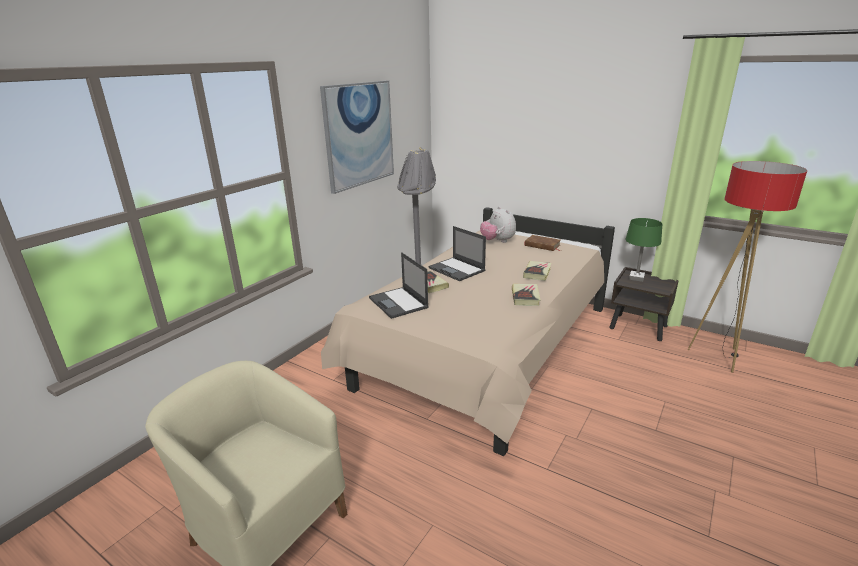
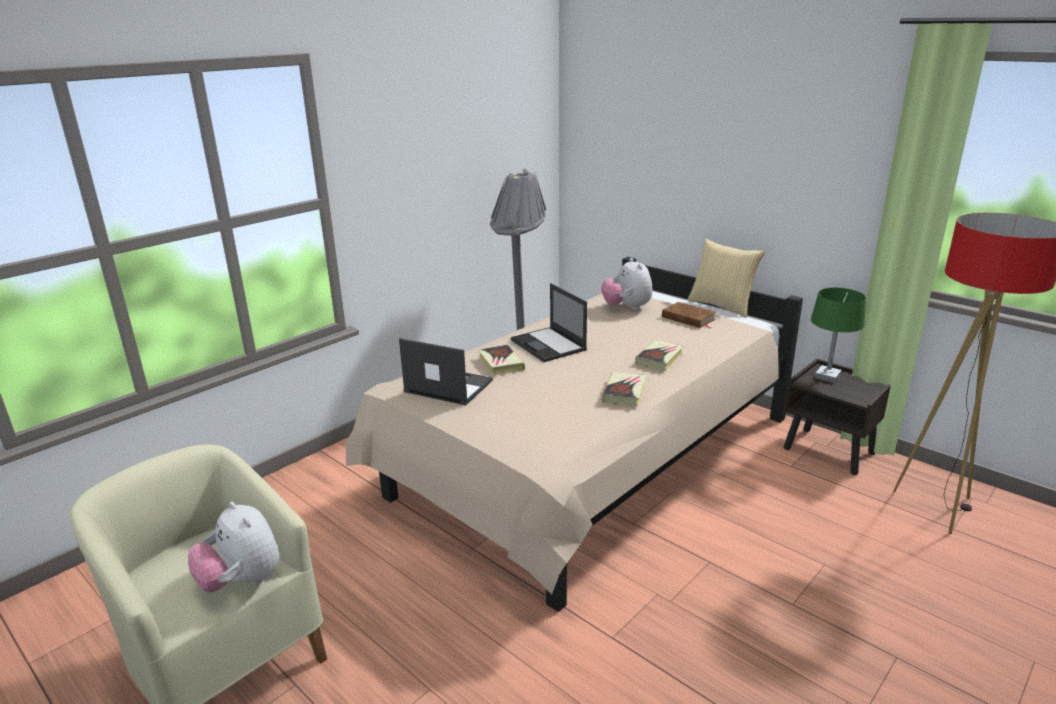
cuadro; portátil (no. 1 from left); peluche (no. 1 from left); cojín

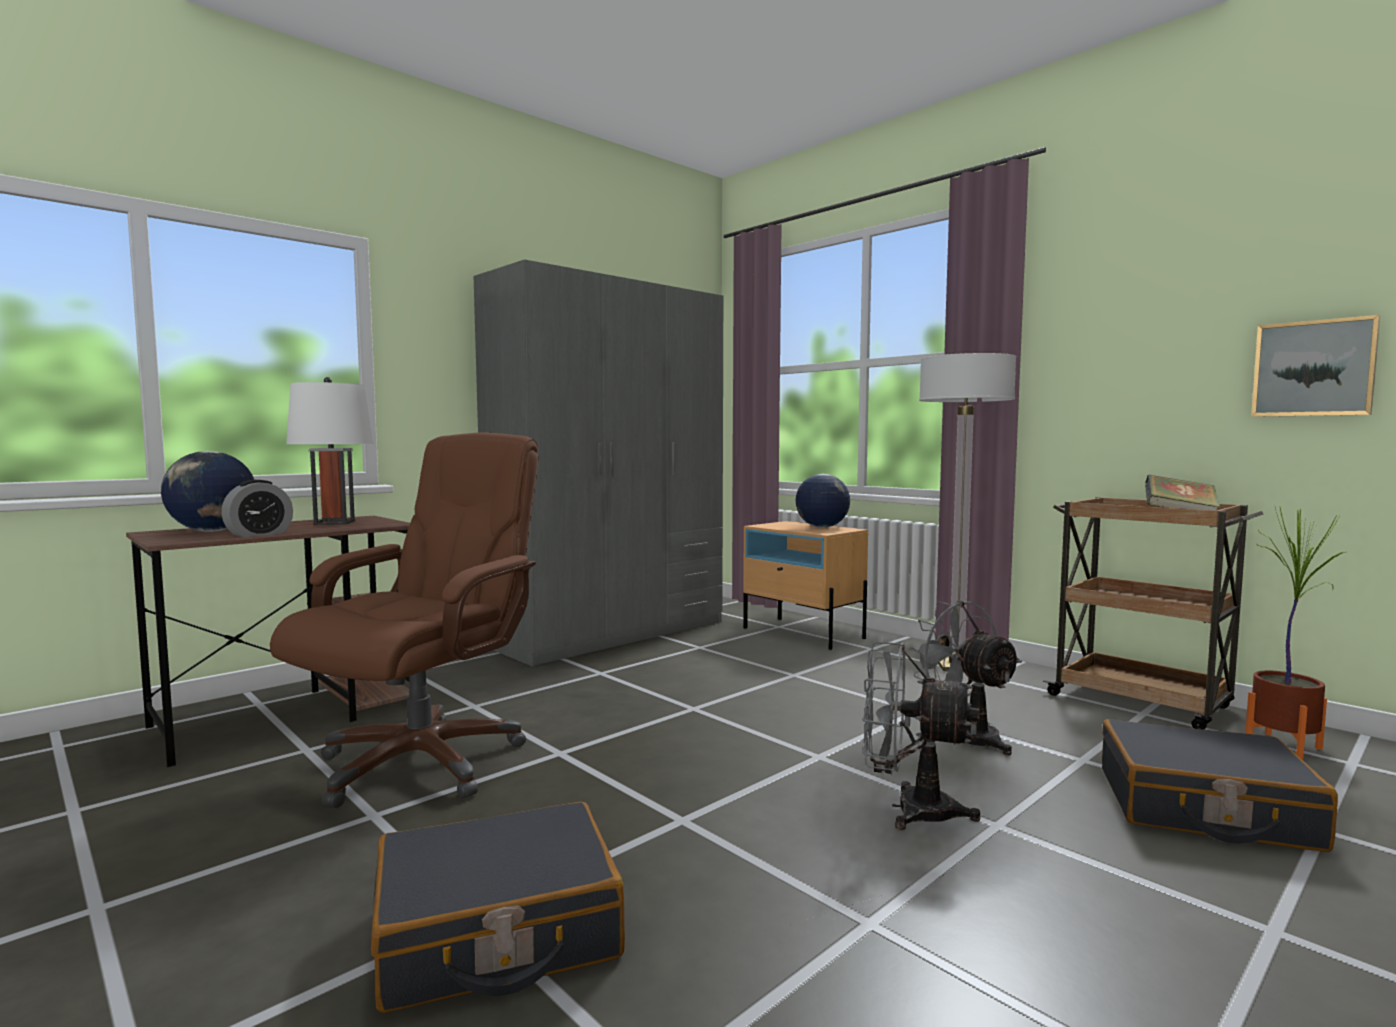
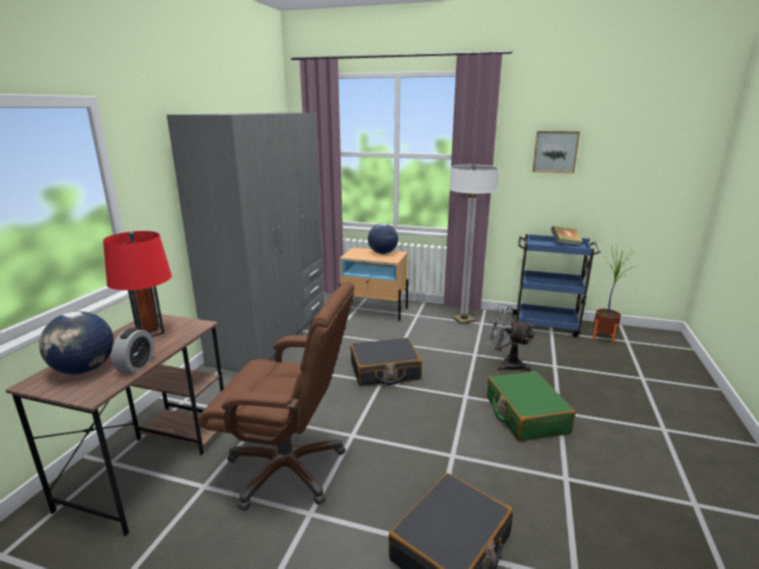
silla de oficina/marrón; lámpara de mesa/rojo; maleta/verde; carrito/azul; maleta/negro (no. 1 from left); cuadro

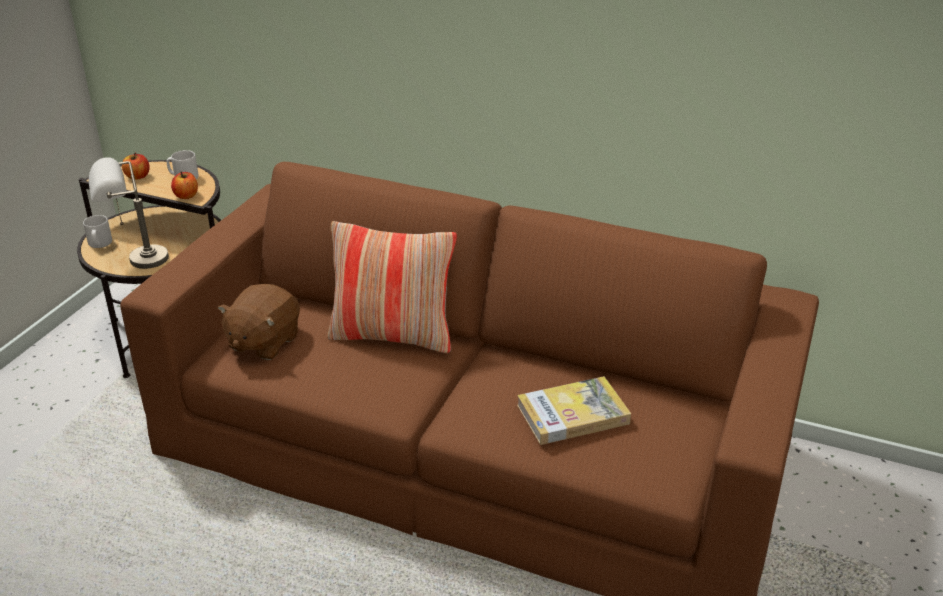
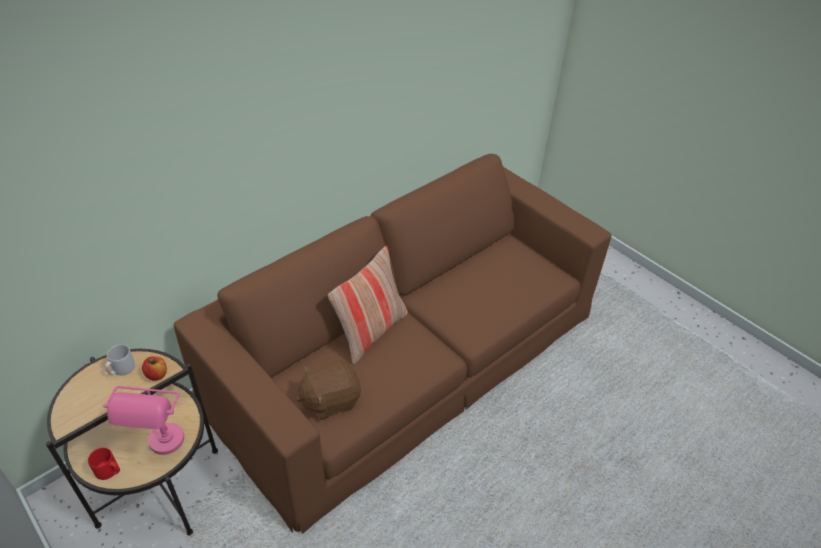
taza grande/rojo; lámpara de mesa/rosa; manzana (no. 1 from left in the first image); peluche/marrón; libro

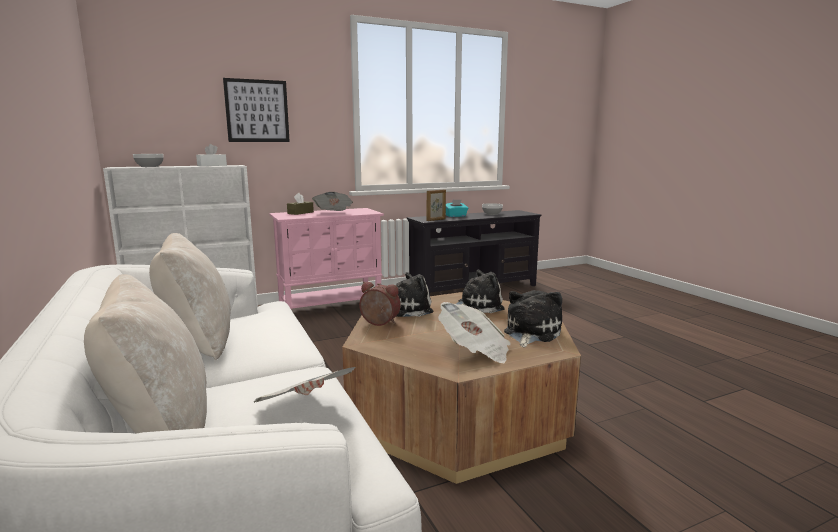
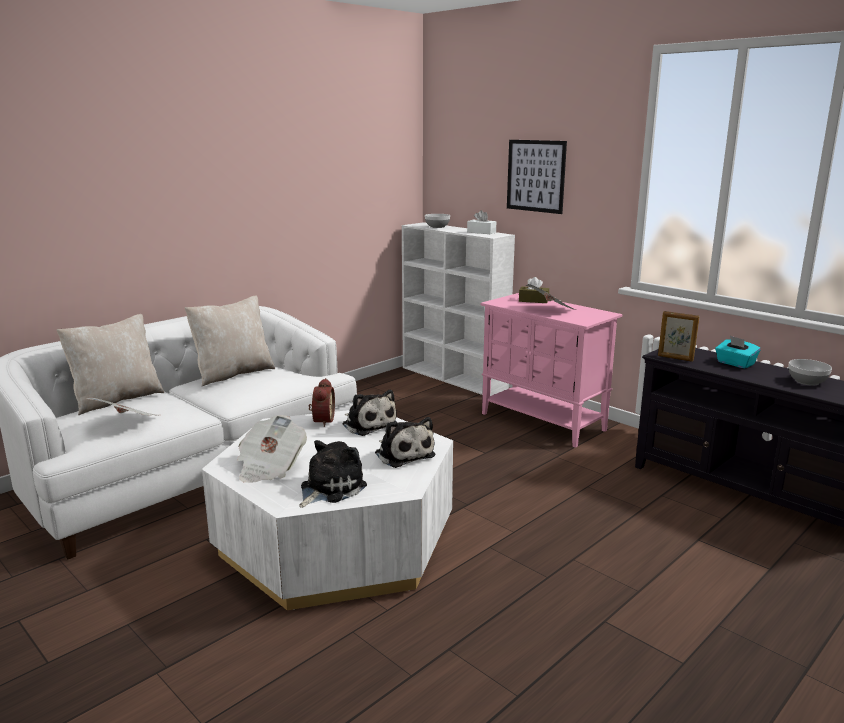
mesa de centro/blanco; peluche (no. 1 from left)

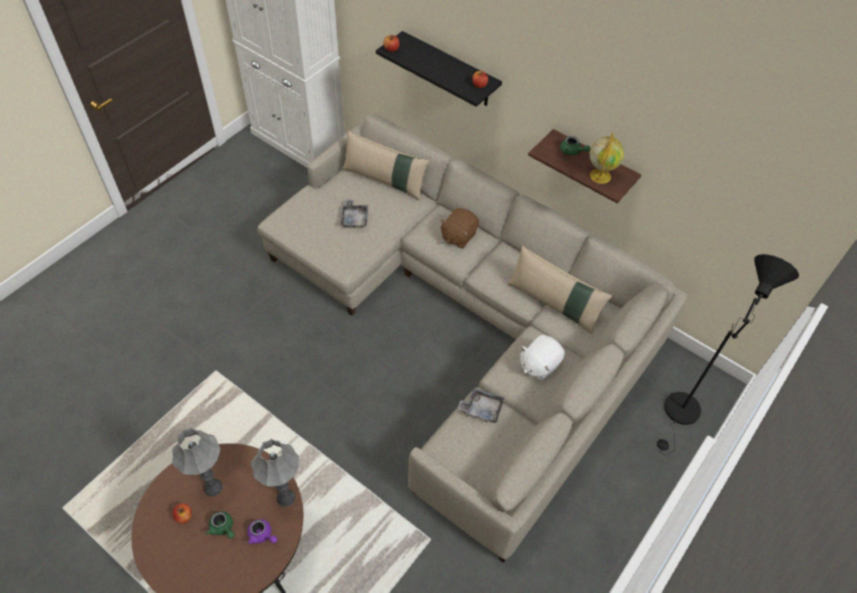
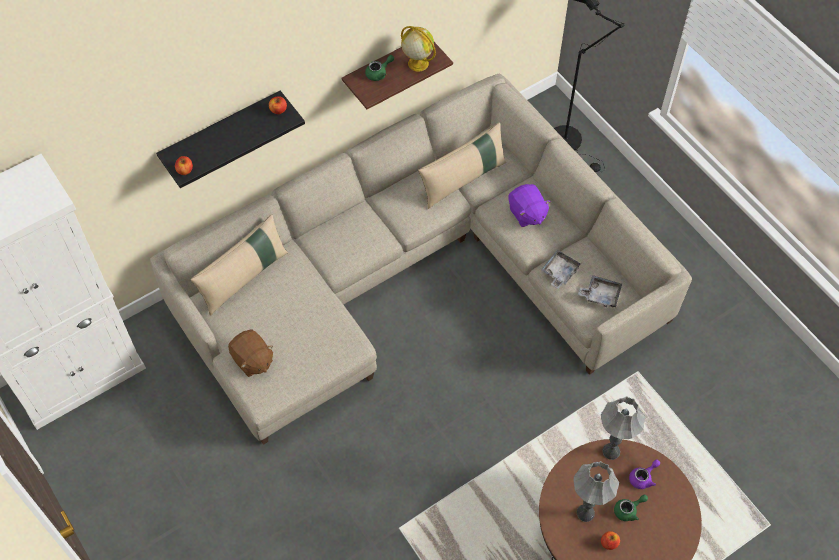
bandeja/gris (no. 2 from left); peluche/marrón; peluche/morado

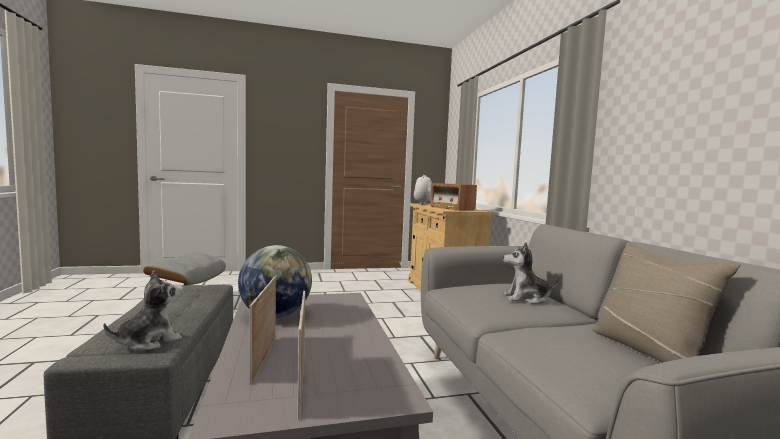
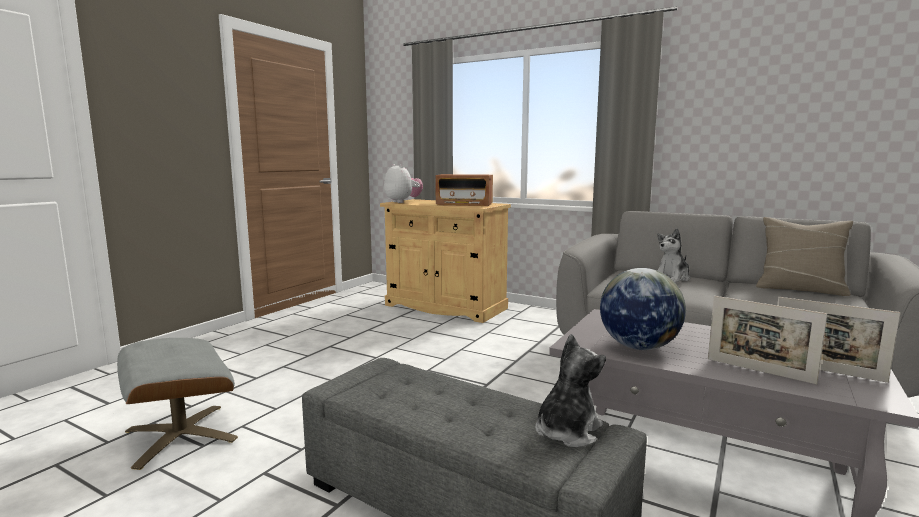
peluche (no. 2 from left)

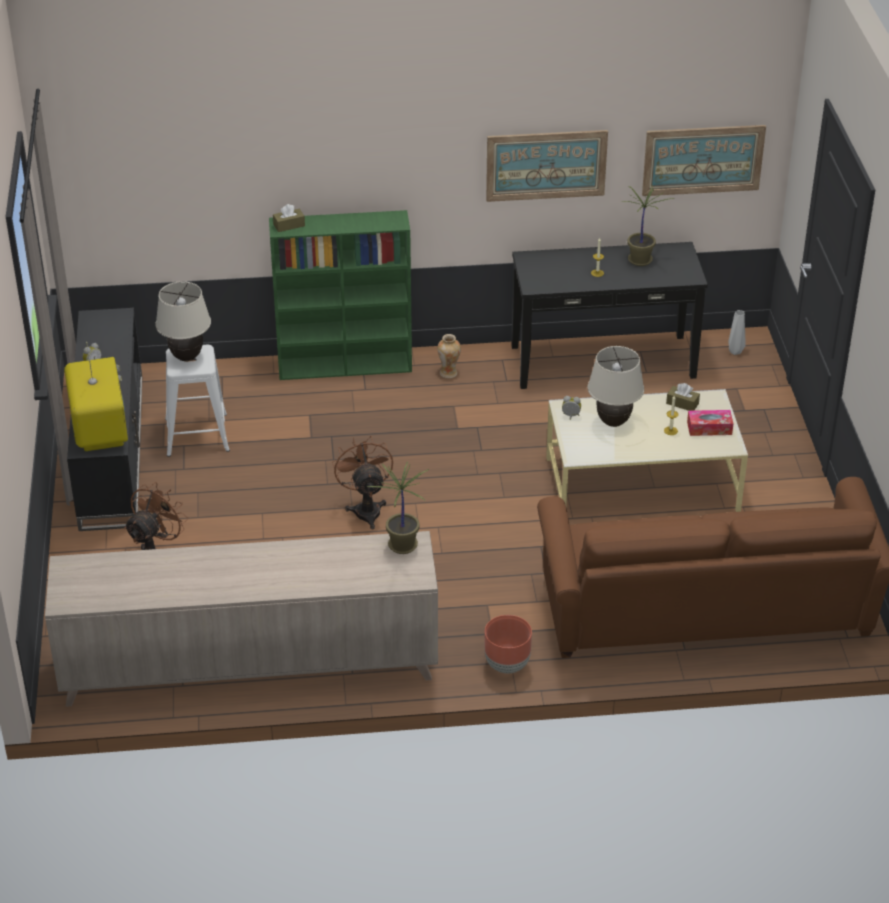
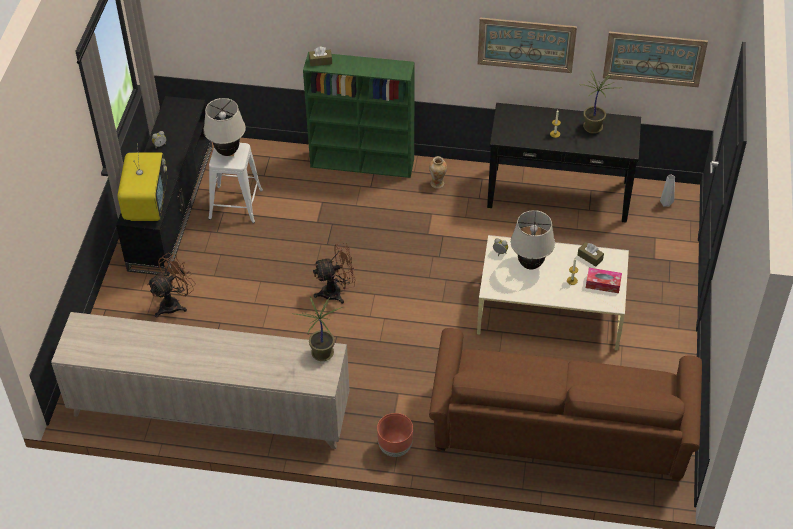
ventilador/marrón (no. 2 from left)

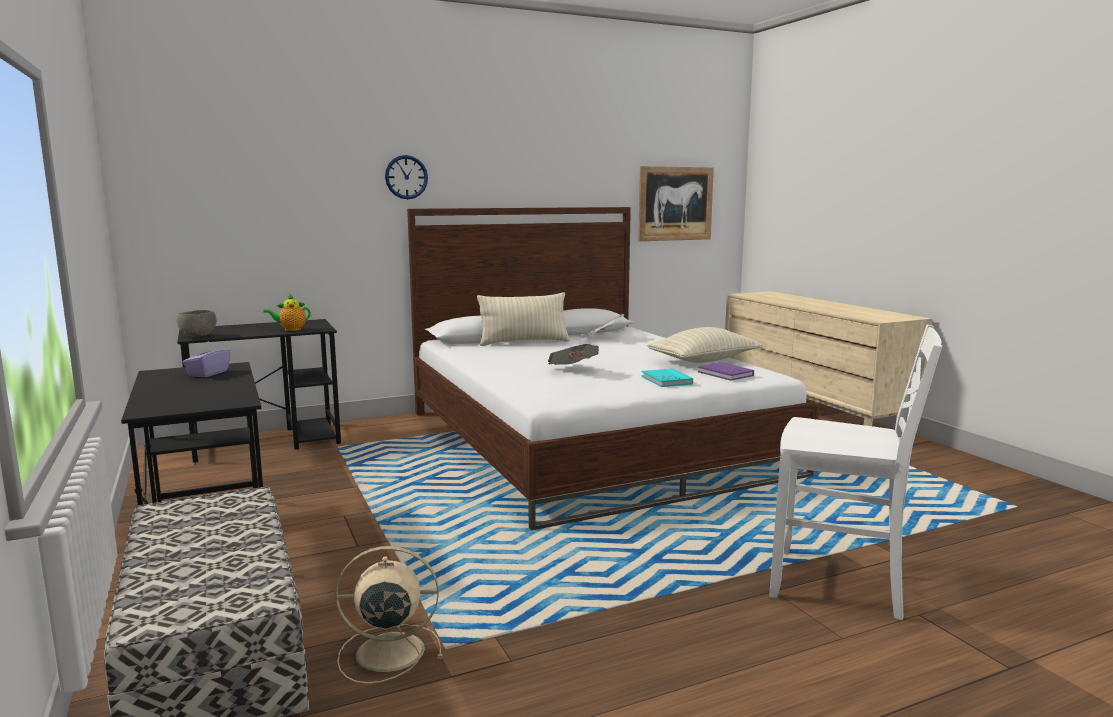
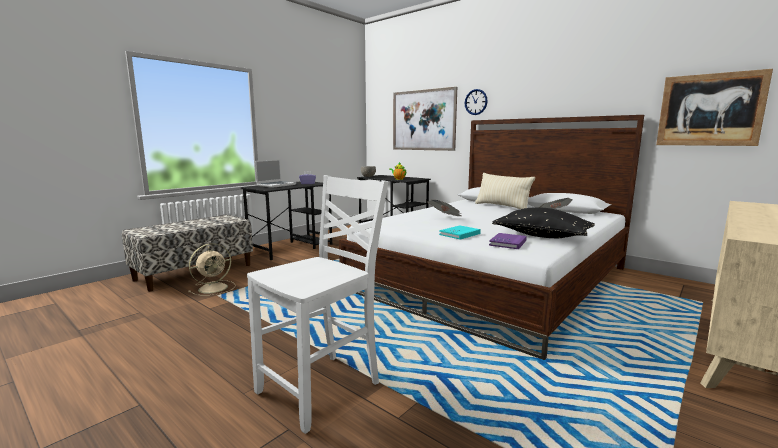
ventilador/beis; cojín/negro; silla/blanco; portátil; cuadro (no. 1 from left)

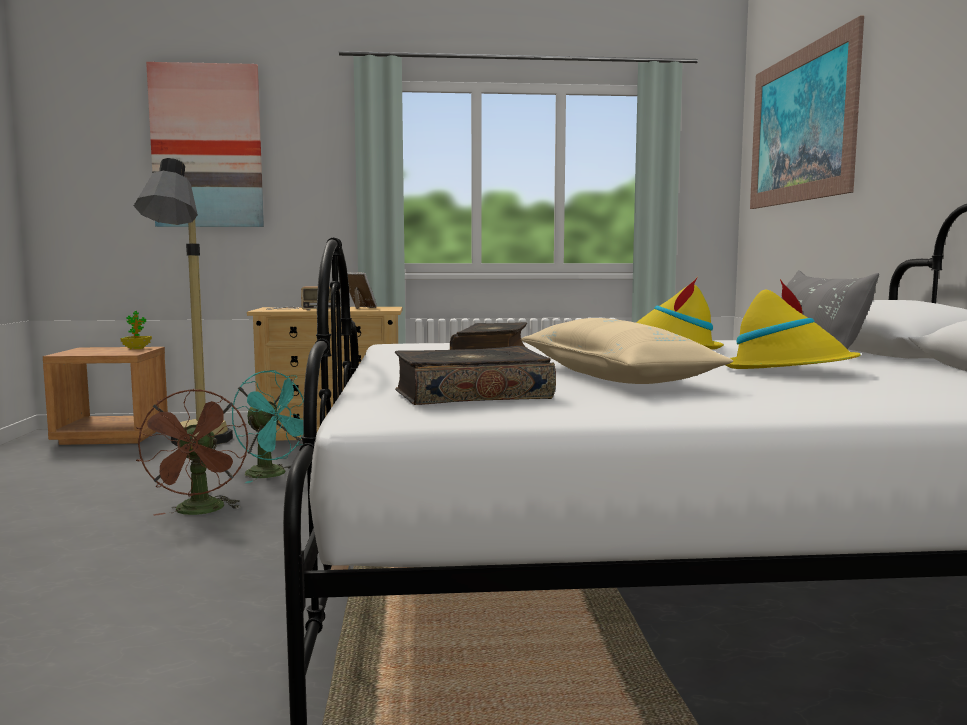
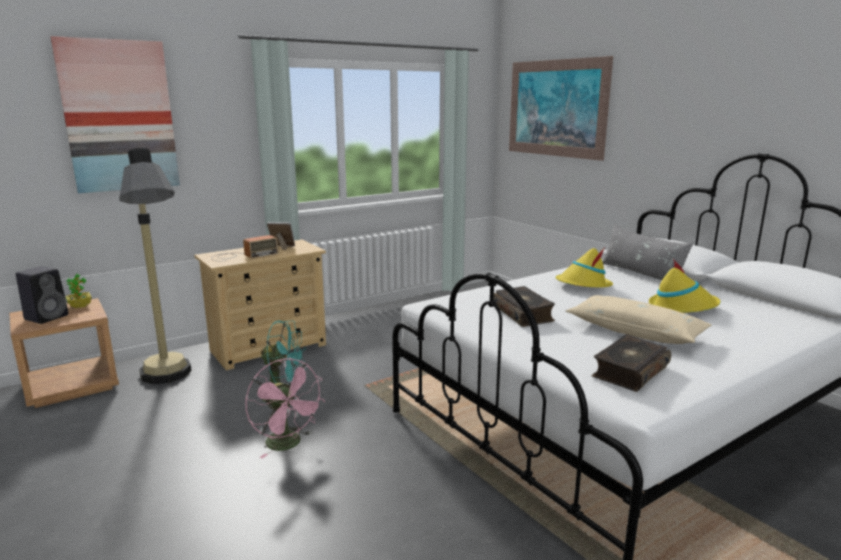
ventilador/rosa; altavoz/negro

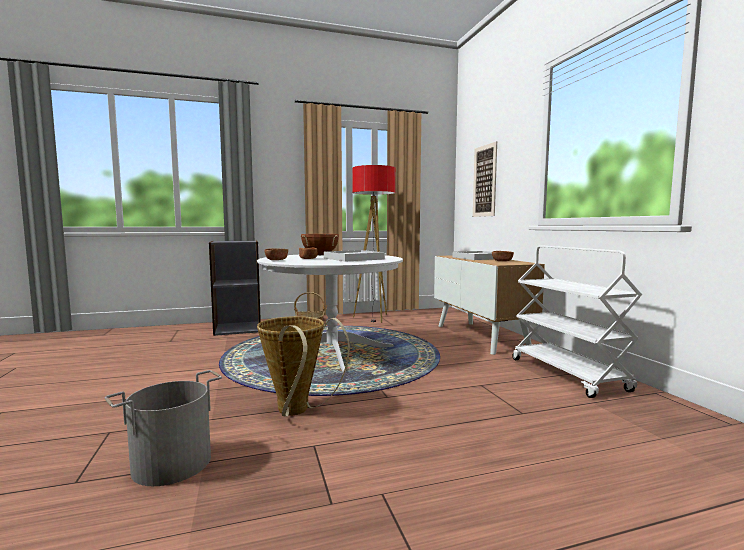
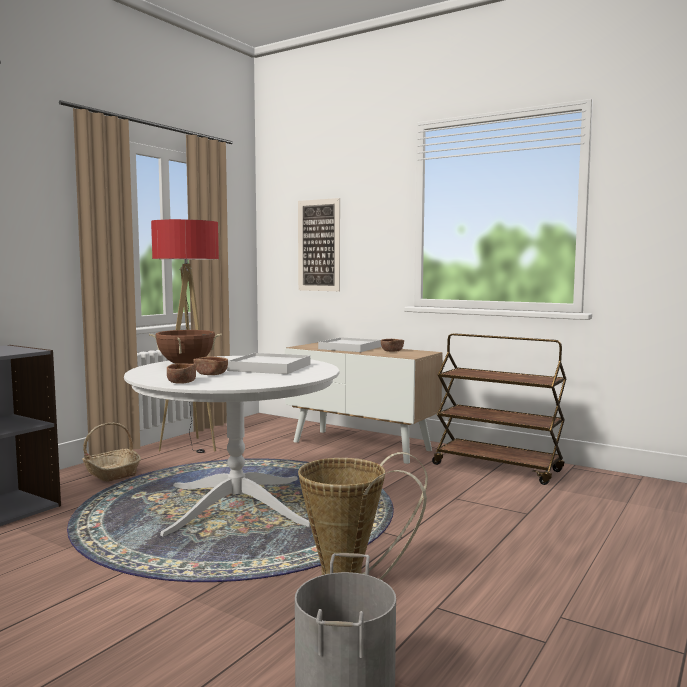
carrito/marrón

